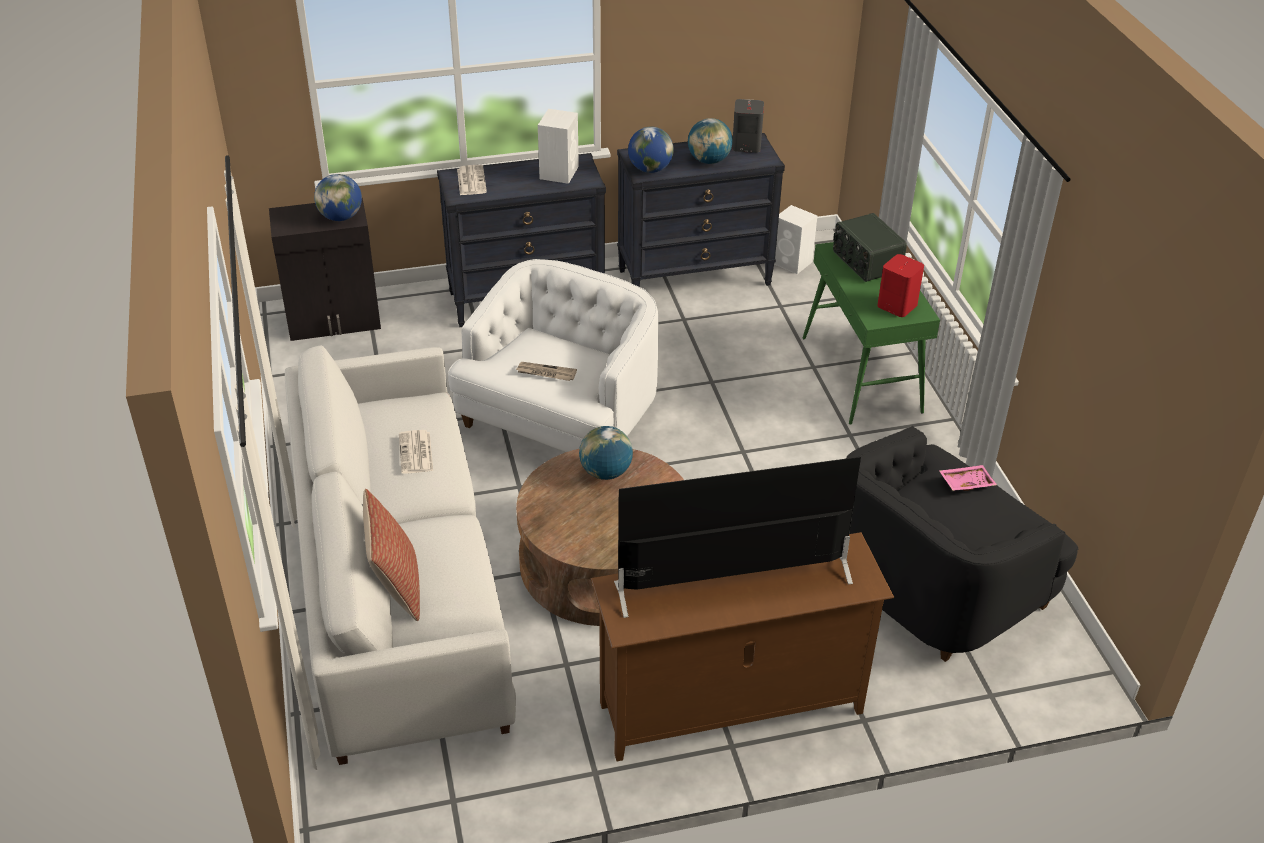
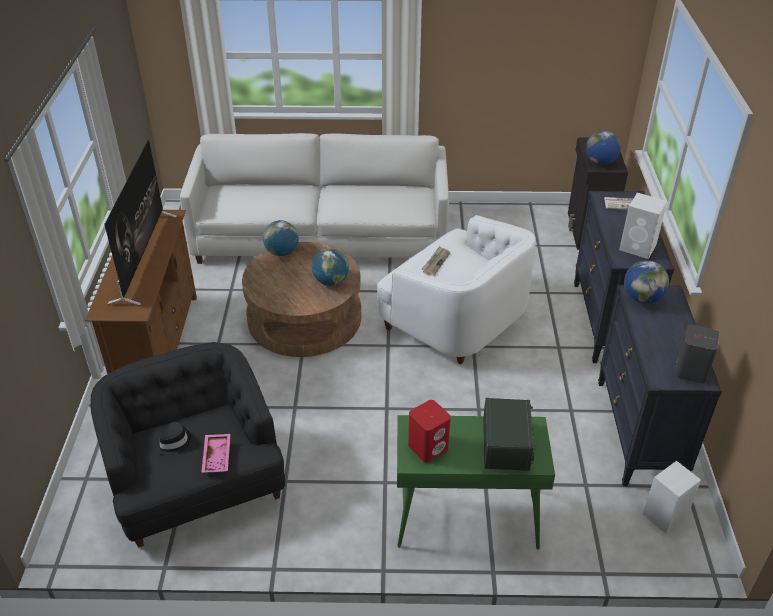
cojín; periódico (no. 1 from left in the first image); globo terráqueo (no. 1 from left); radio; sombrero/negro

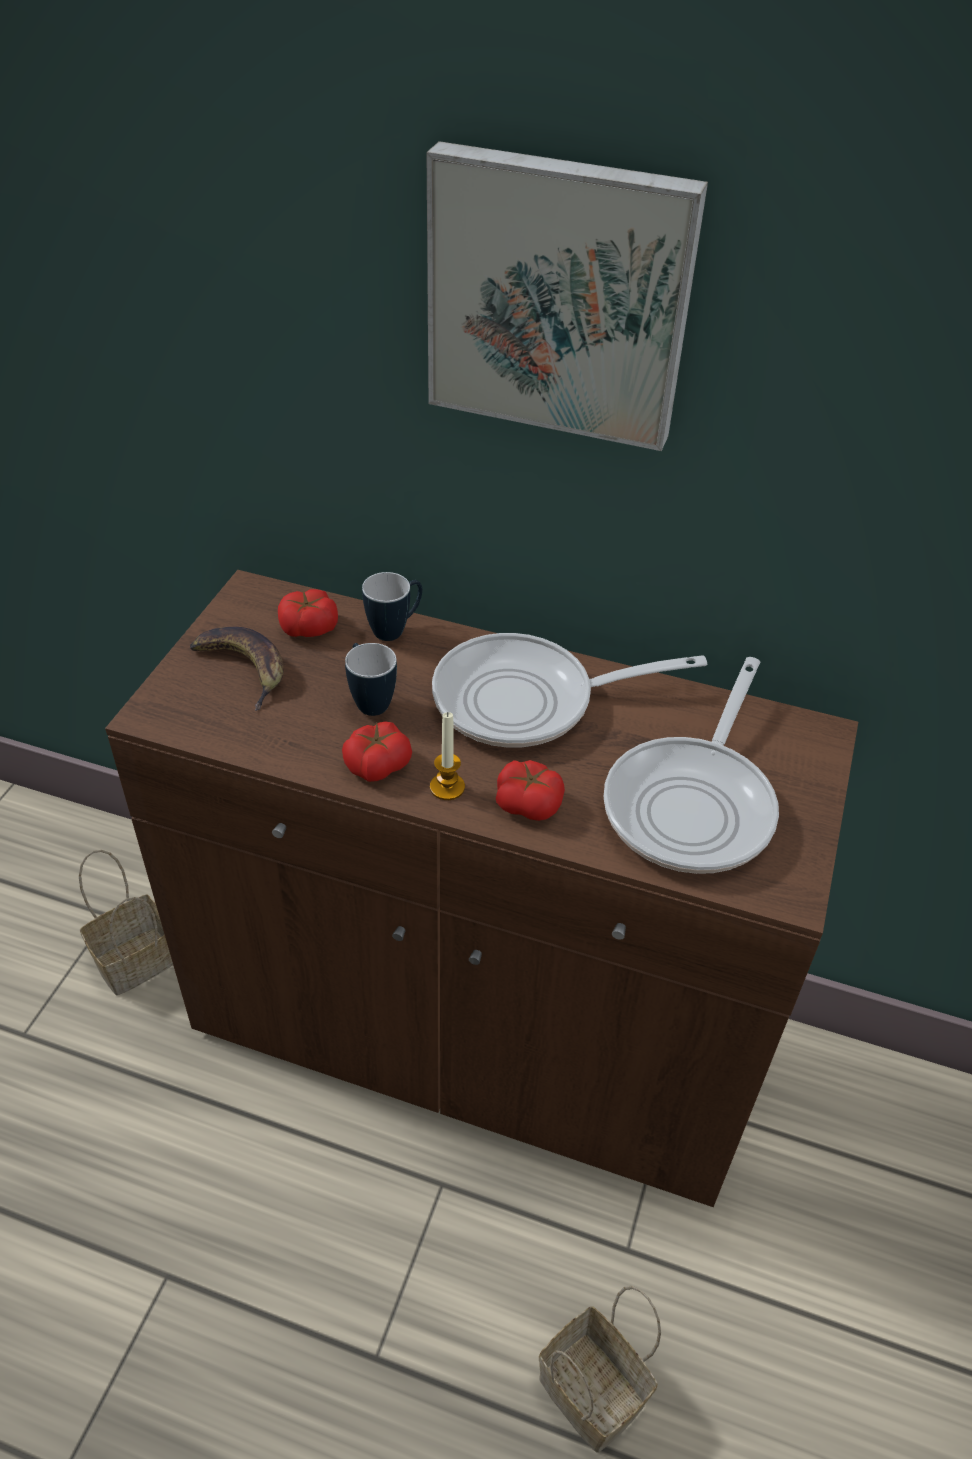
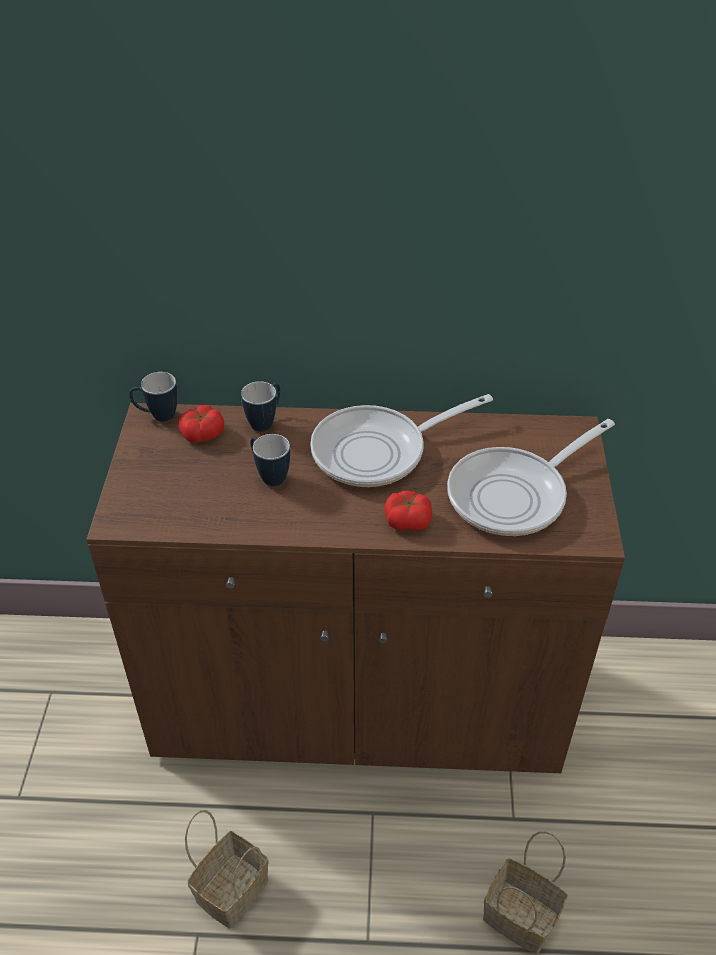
cesta (no. 1 from left); plátano; tomate (no. 2 from left in the first image); cuadro; vela; sartén (no. 2 from left); taza grande (no. 1 from left)

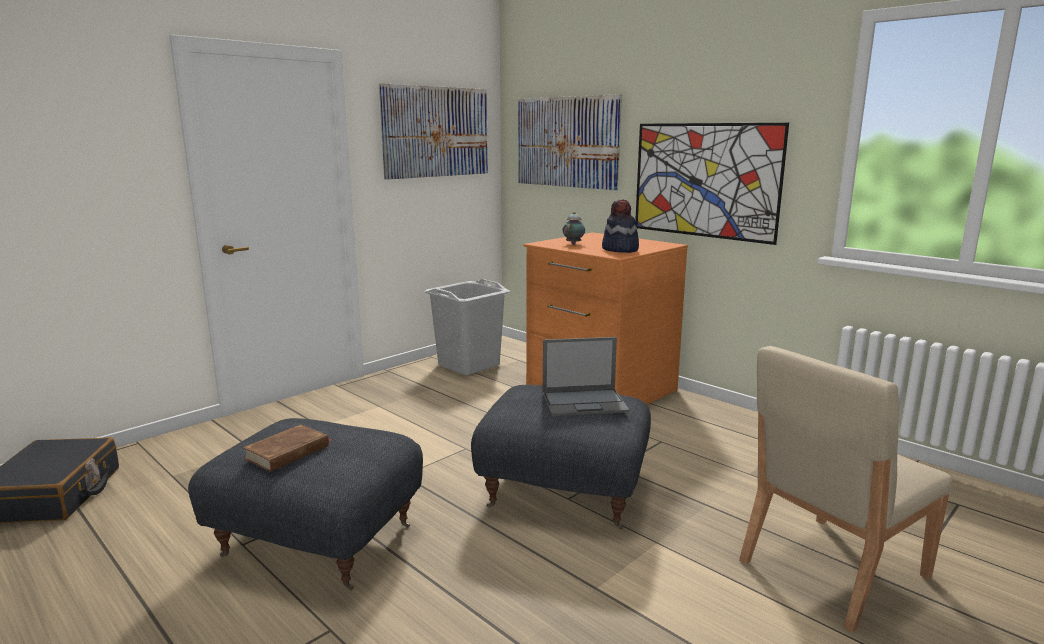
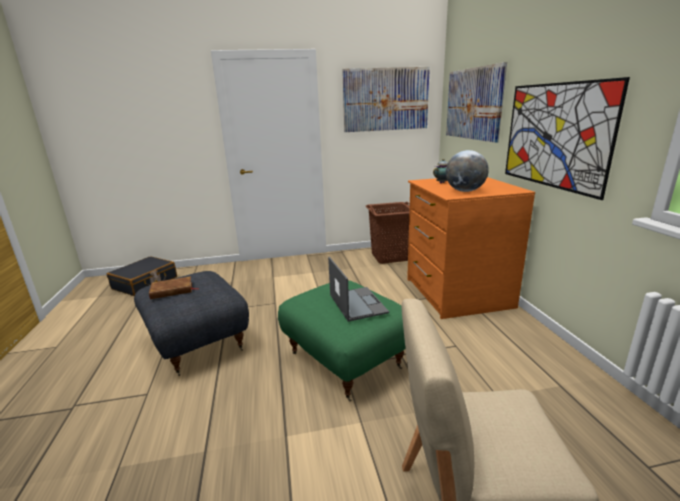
cesto de la ropa/marrón; puf/verde; portátil; globo terráqueo

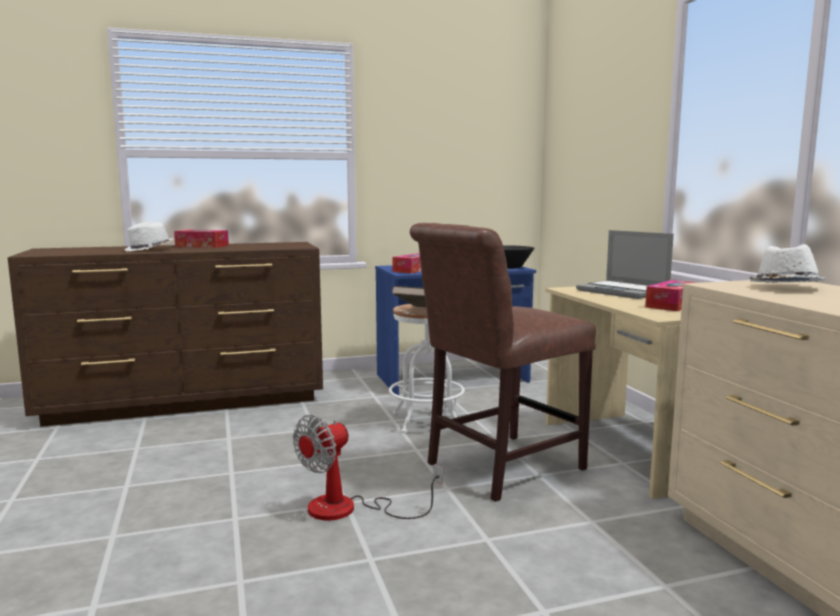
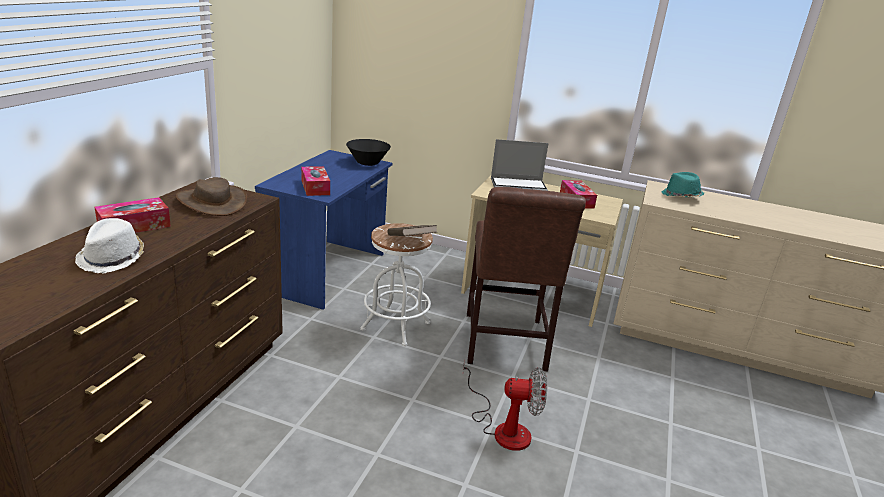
ventilador; sombrero/turquesa; sombrero/marrón

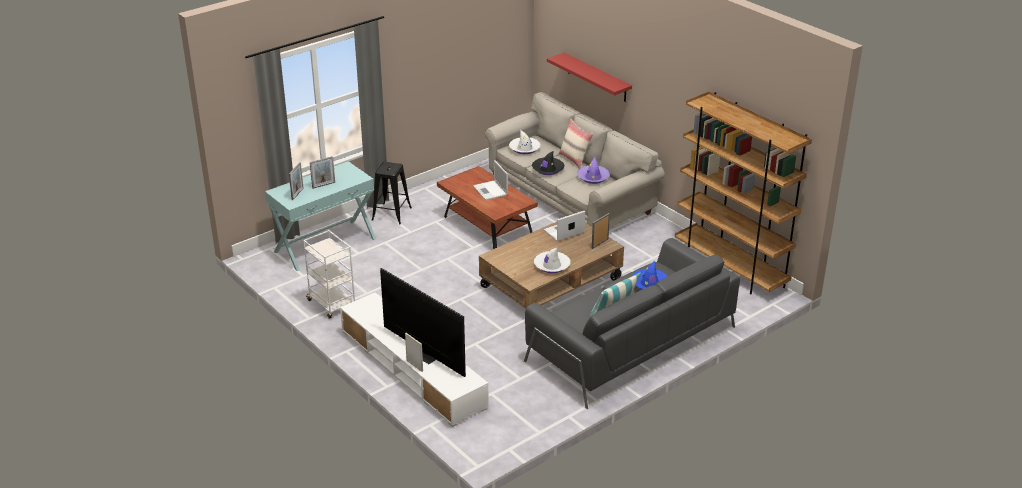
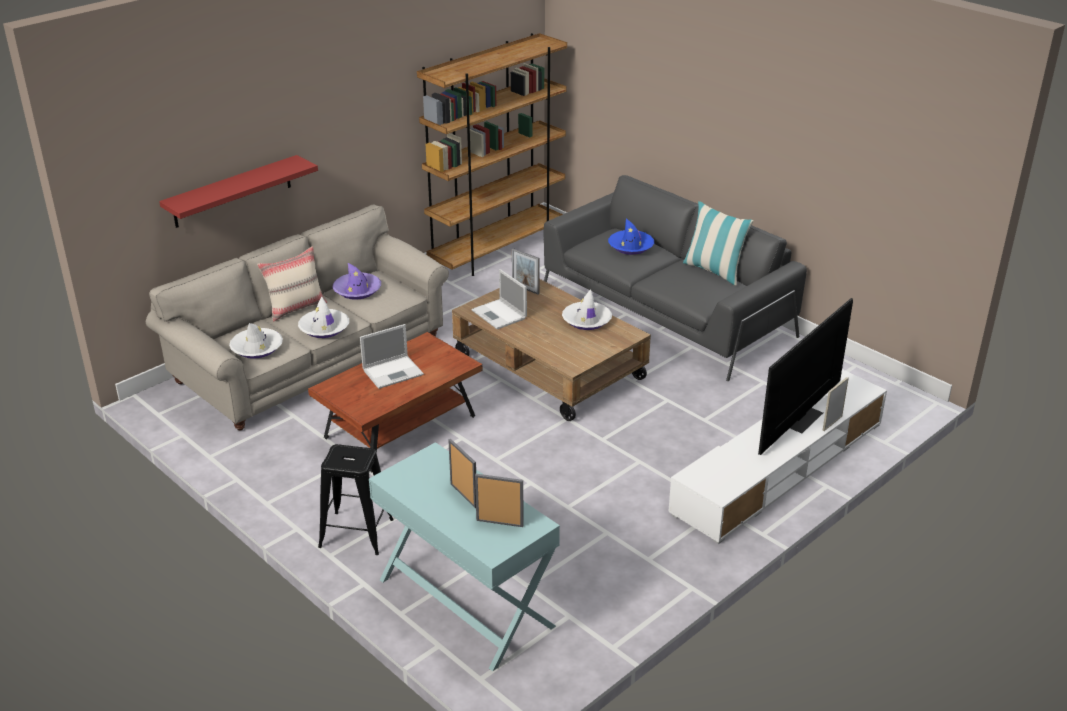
carrito/blanco; sombrero/blanco (no. 2 from left)

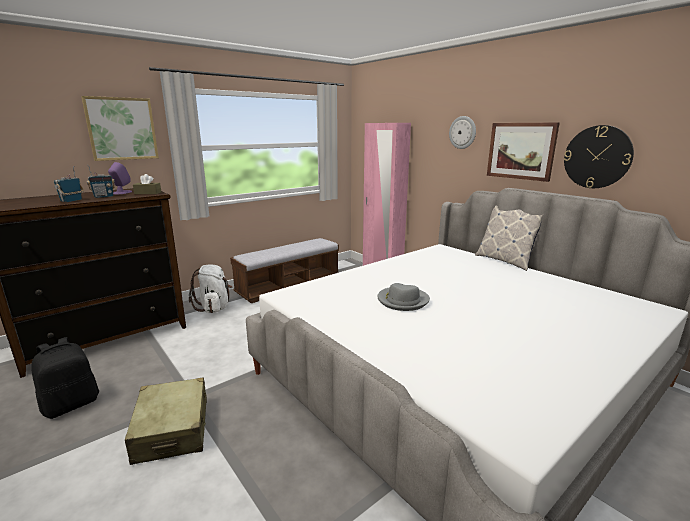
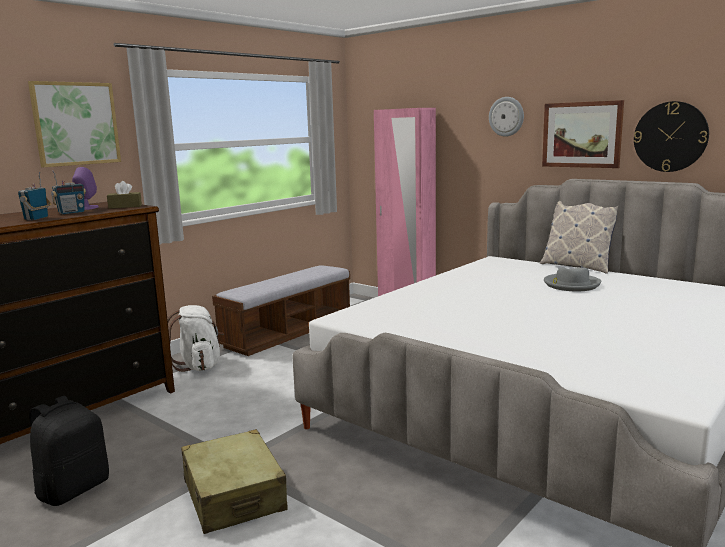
sombrero/gris

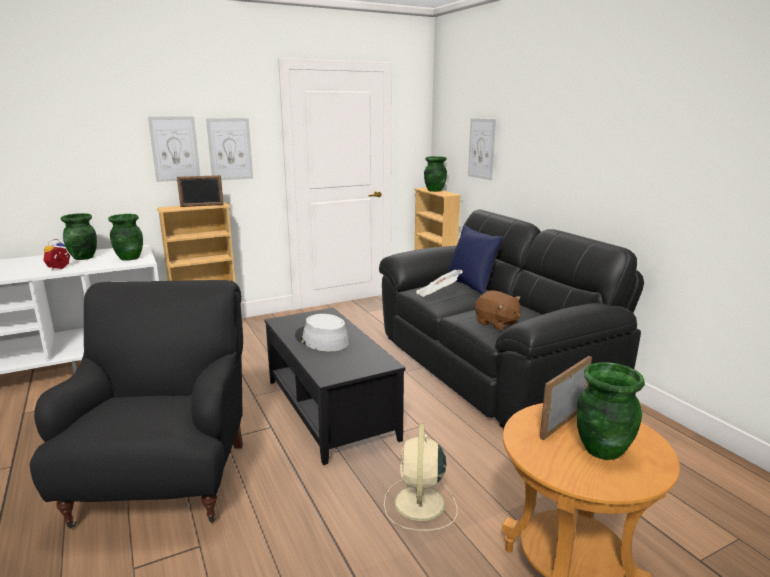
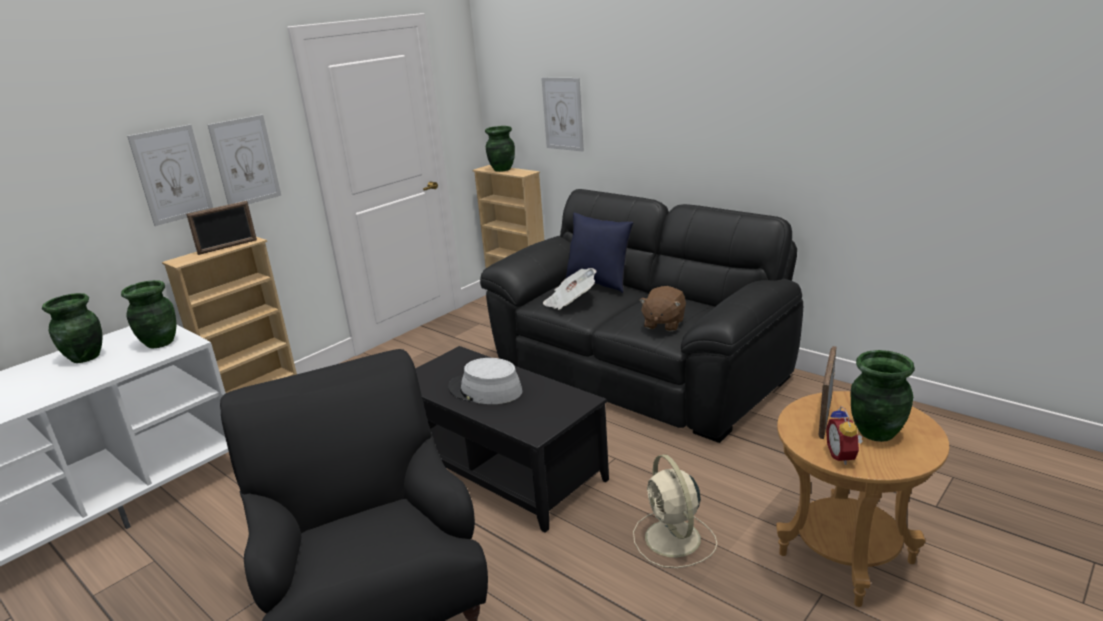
despertador; peluche/marrón

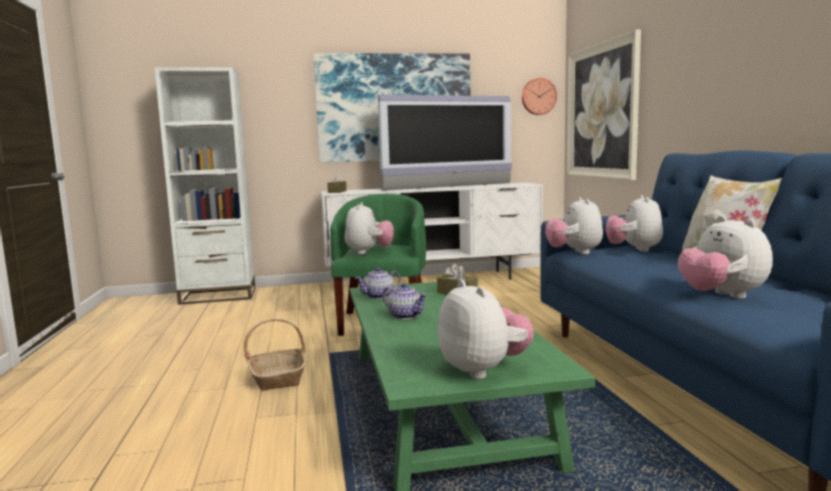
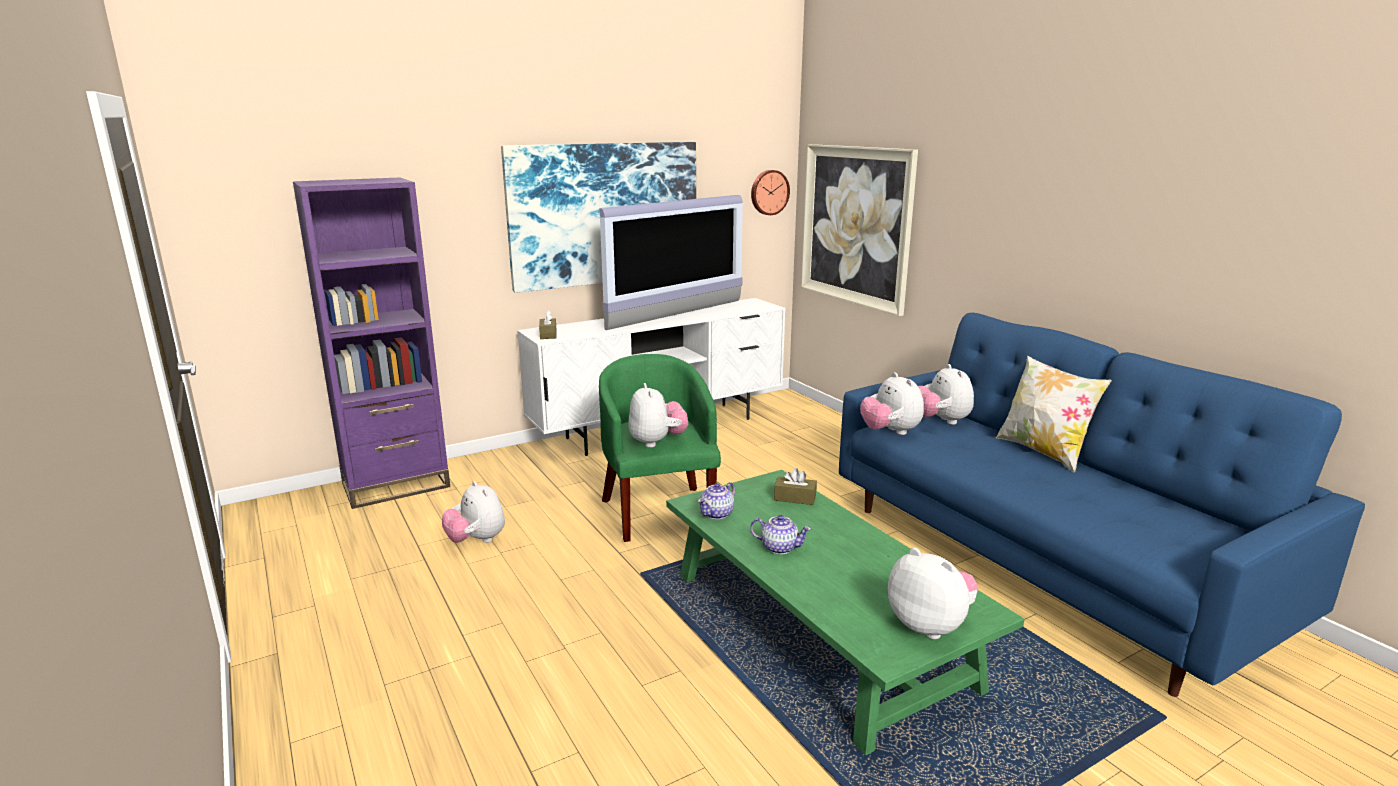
estantería/morado; cesta; peluche (no. 1 from left)

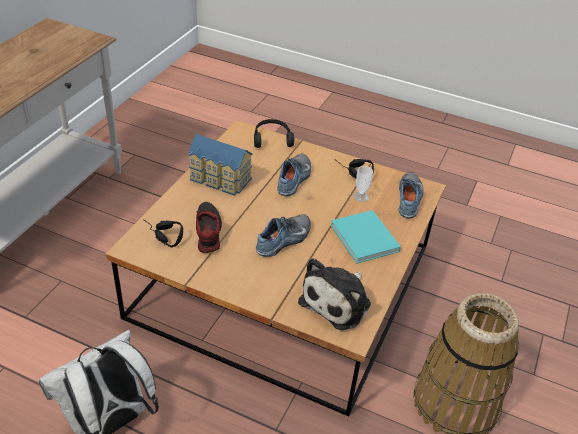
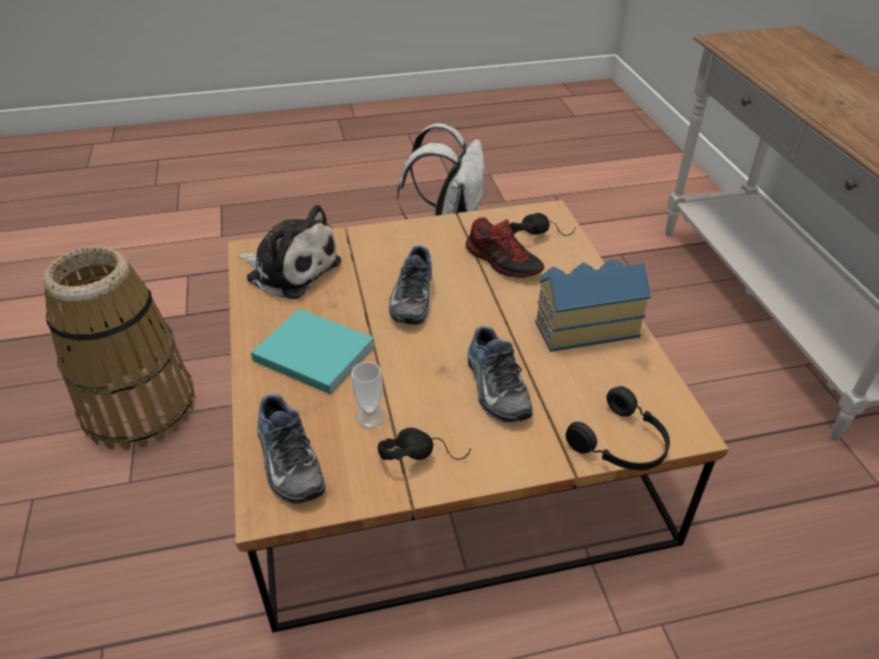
peluche

